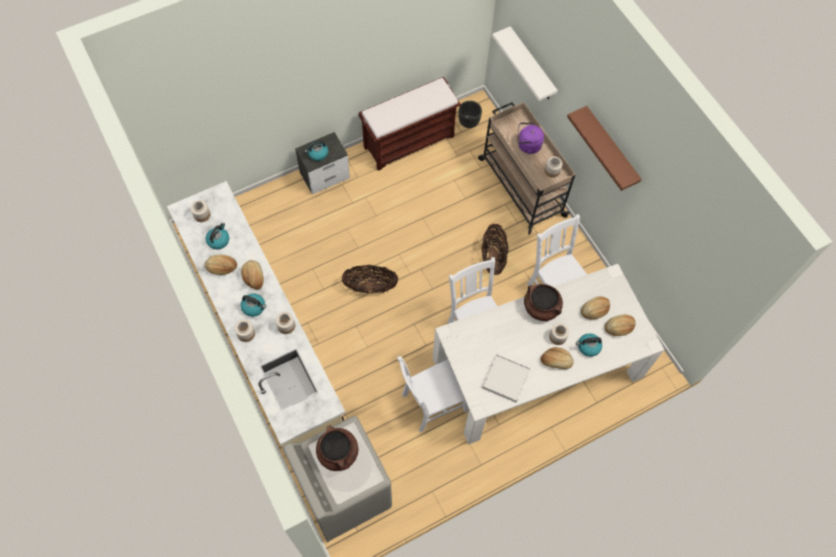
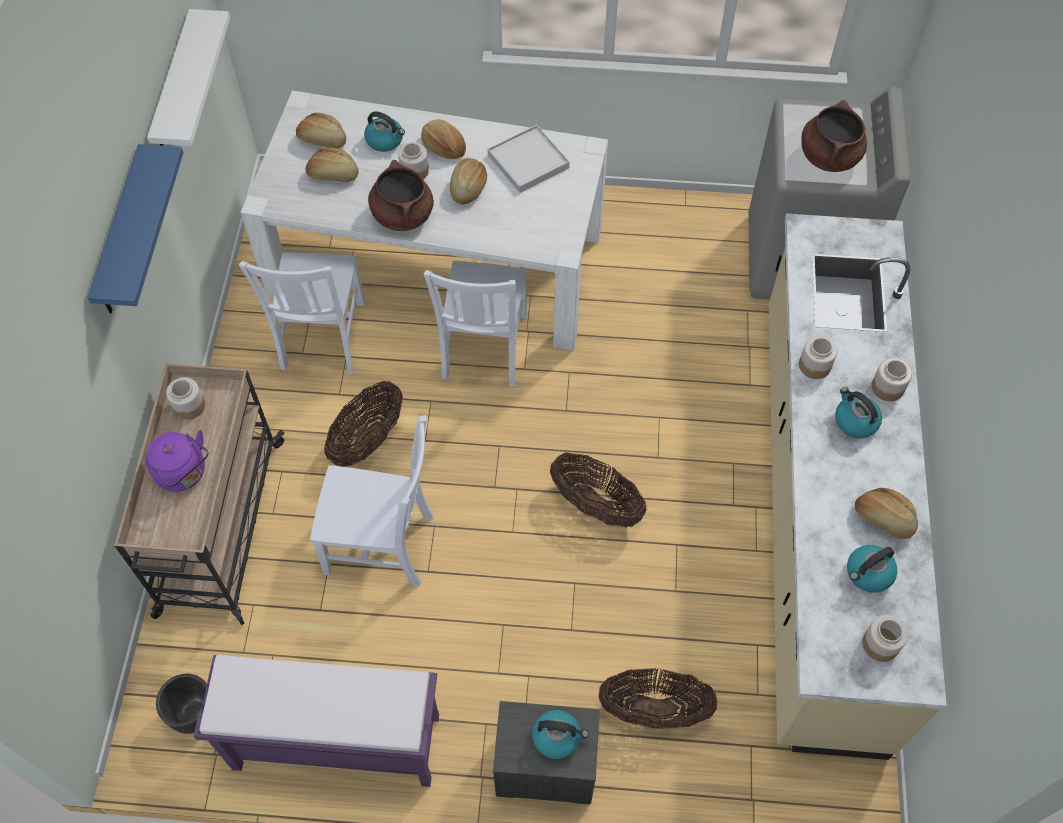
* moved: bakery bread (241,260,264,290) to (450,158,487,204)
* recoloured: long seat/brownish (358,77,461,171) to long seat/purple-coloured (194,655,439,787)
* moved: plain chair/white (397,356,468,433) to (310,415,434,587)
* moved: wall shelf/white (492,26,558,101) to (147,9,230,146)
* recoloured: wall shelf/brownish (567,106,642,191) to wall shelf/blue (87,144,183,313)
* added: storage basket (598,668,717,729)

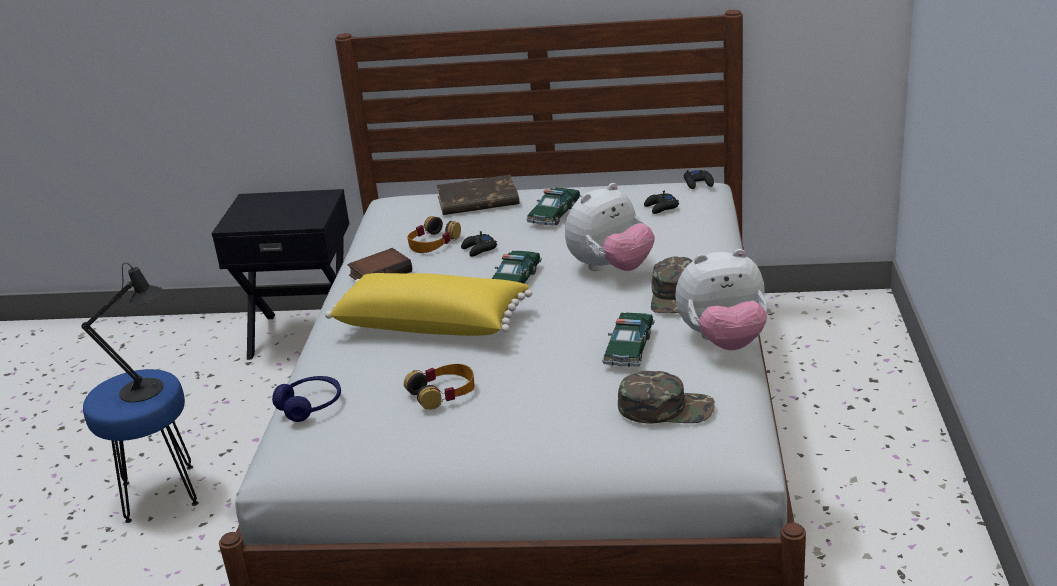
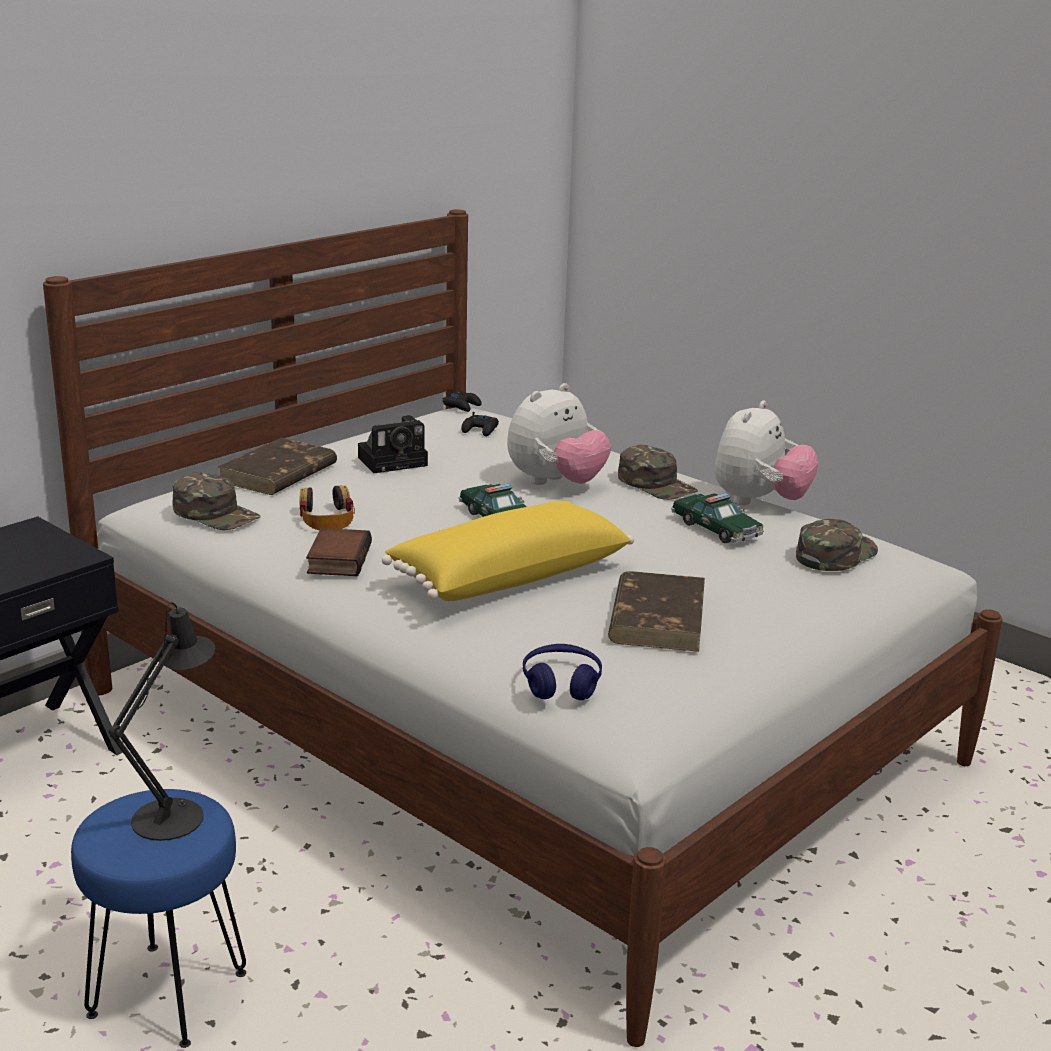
* replaced: pair of headphones (404,364,475,410) to book/brownish (608,571,705,652)
* removed: joypad/blackish (461,231,497,257)
* replaced: toy car (526,188,581,226) to still camera (358,415,428,473)
* turned: soft toy (565,183,655,271) = (507,383,611,485) 45 degrees clockwise
* added: peaked cap/green (172,473,261,530)

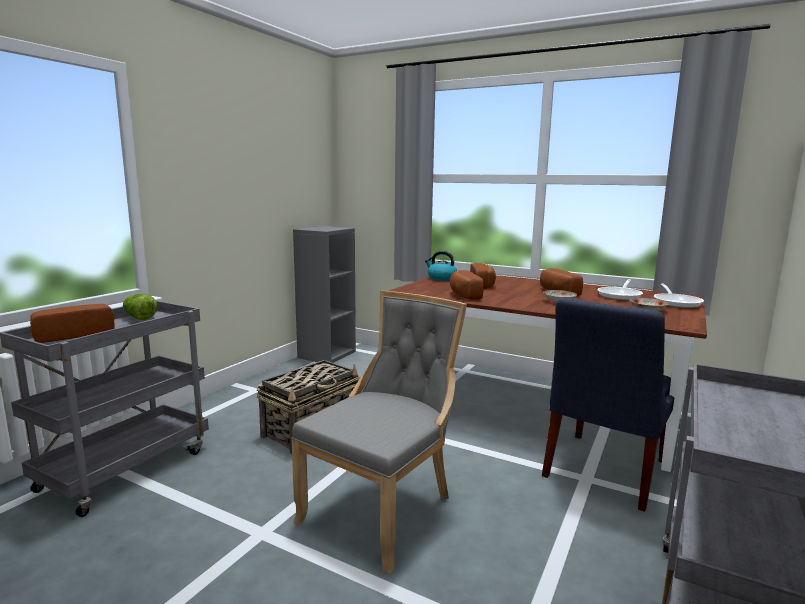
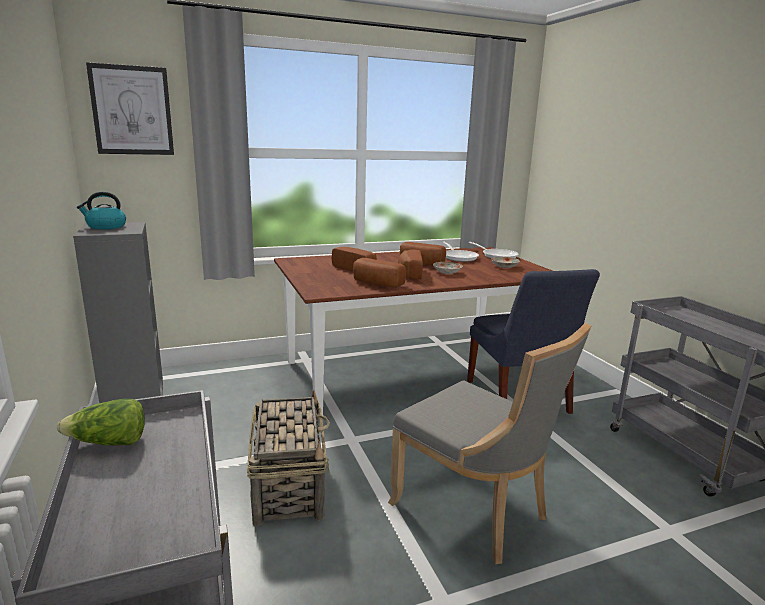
* moved: bakery bread (30,304,115,343) to (398,250,423,280)
* turned: plain chair/gray (291,291,467,574) = (388,323,591,564) 150 degrees clockwise
* moved: tea kettle (425,251,457,281) to (77,192,126,229)
* added: wall art (86,62,174,155)

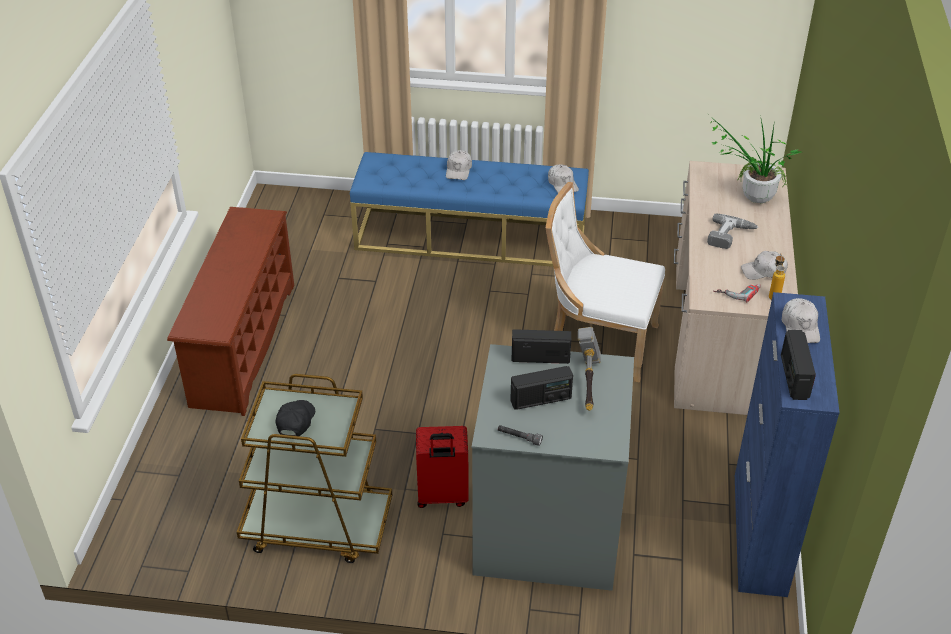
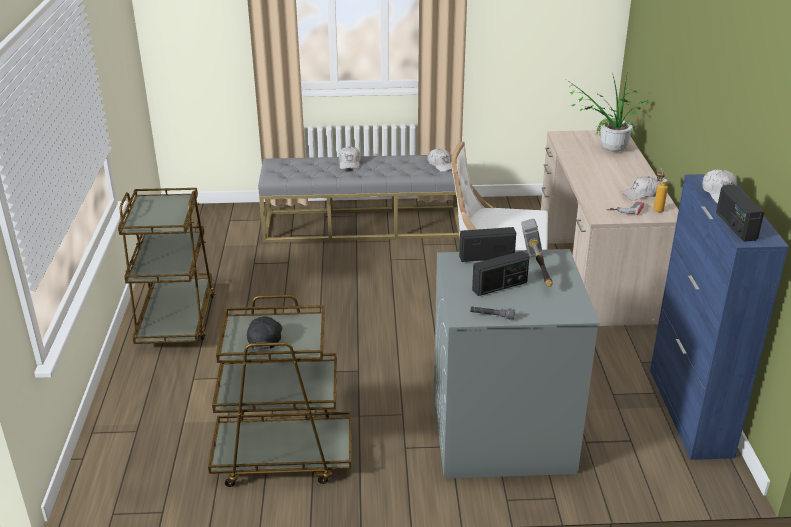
* replaced: shoe stand/brownish (167,207,294,416) to trolley/brownish (118,188,215,344)
* recoloured: long seat/blue (350,152,589,267) to long seat/gray (258,155,460,242)
* removed: travel case/red (416,426,469,508)
* removed: power drill (707,214,758,249)

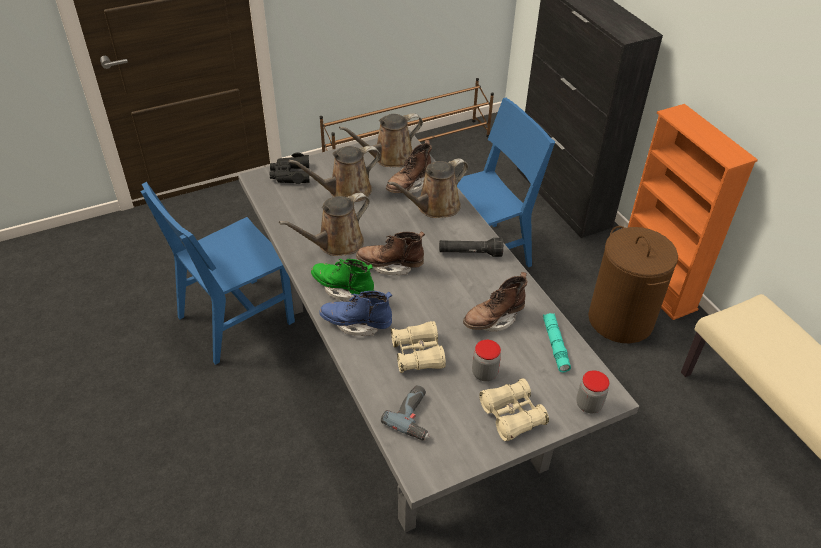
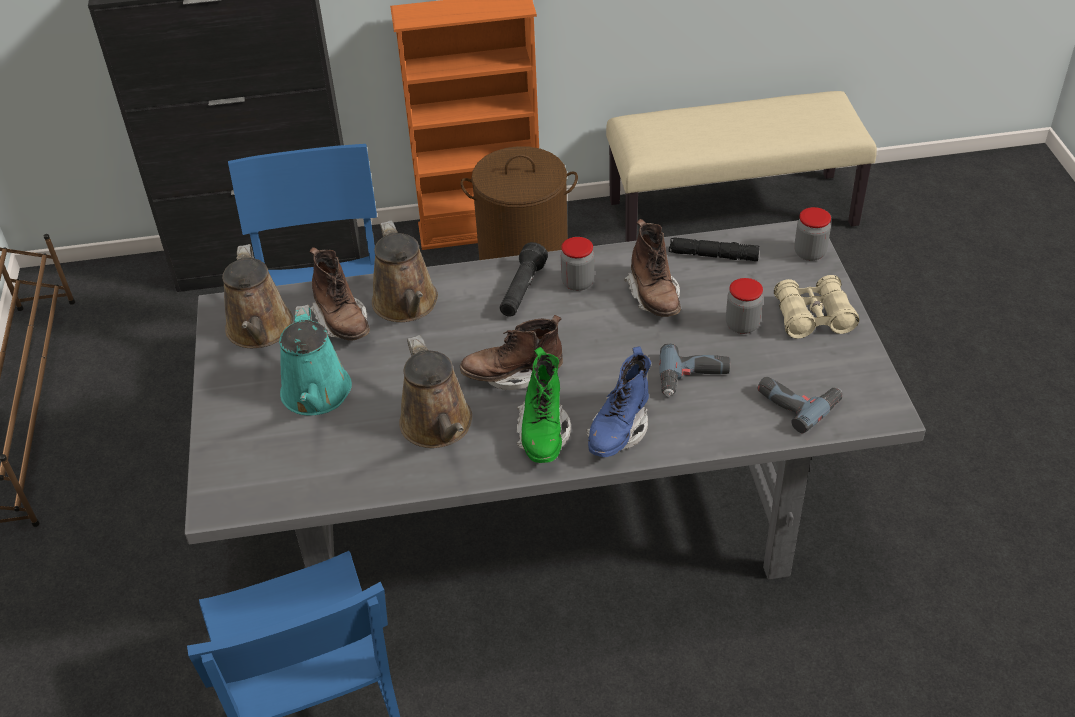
* removed: binoculars/blackish (270,153,309,184)
* recoloured: watering pot/brownish (289,146,380,202) to watering pot/blue-green (279,305,352,415)
* turned: high-top boot/green (311,259,374,302) = (517,347,571,463) 45 degrees counterclockwise
* turned: high-top boot/brownish (356,231,425,275) = (460,315,563,390) 60 degrees clockwise
* replaced: binoculars/beige (391,321,446,373) to power drill (659,343,730,397)
* recoloured: torch/blue-green (543,313,571,372) to torch/blackish (669,237,760,261)
* added: jar (561,237,594,291)

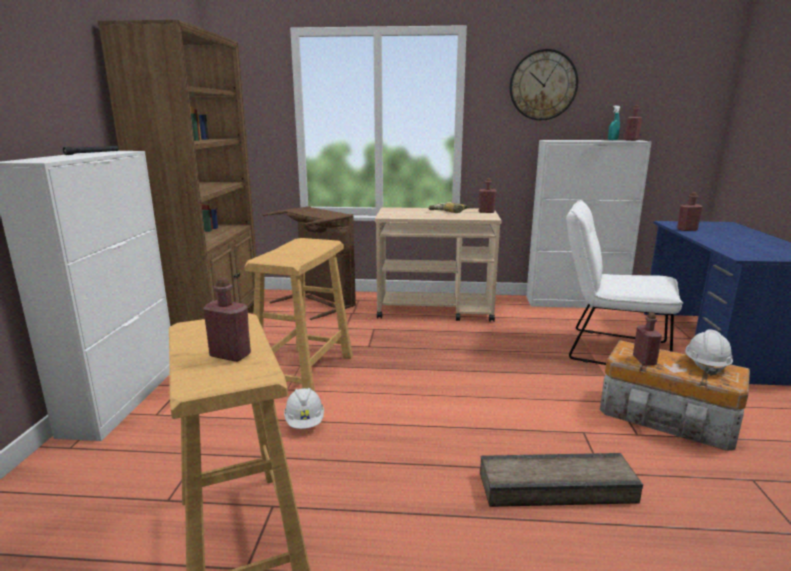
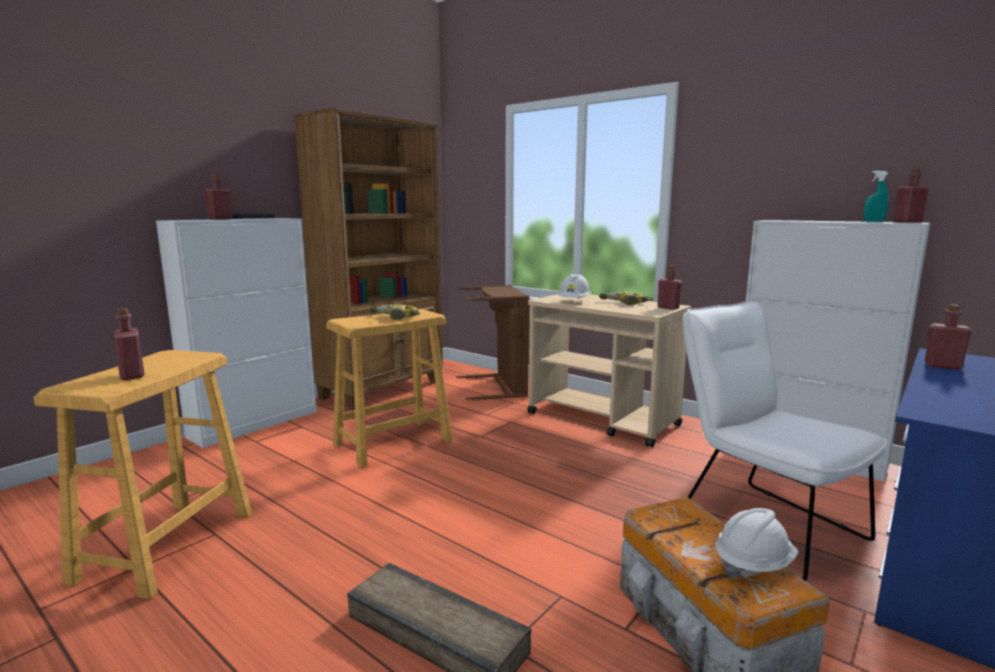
* moved: hard hat/white (284,388,324,429) to (558,274,591,299)
* removed: hanging clock (510,49,578,120)
* moved: bottle/red (633,313,662,366) to (204,174,232,220)
* added: power drill (369,304,420,320)

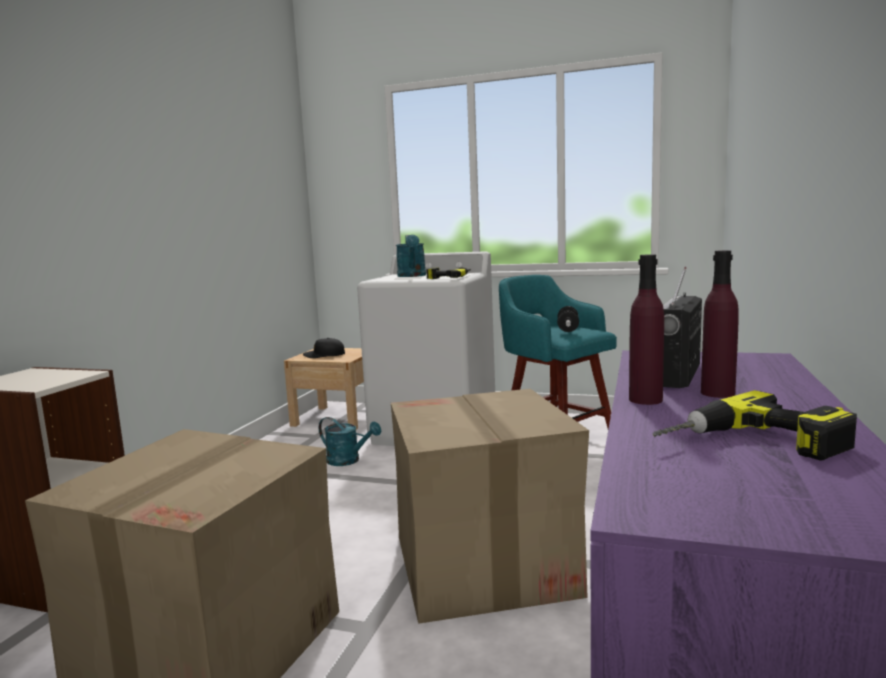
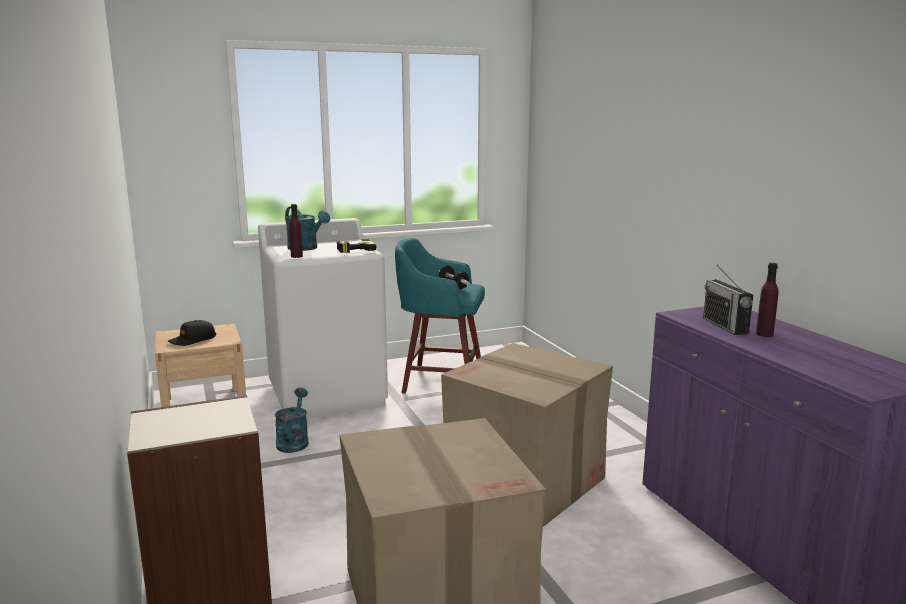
* turned: watering pot/blue-green (319,417,381,466) = (275,388,309,453) 75 degrees counterclockwise
* moved: bottle/purple-coloured (629,254,664,405) to (289,204,303,258)
* removed: power drill (652,390,857,461)

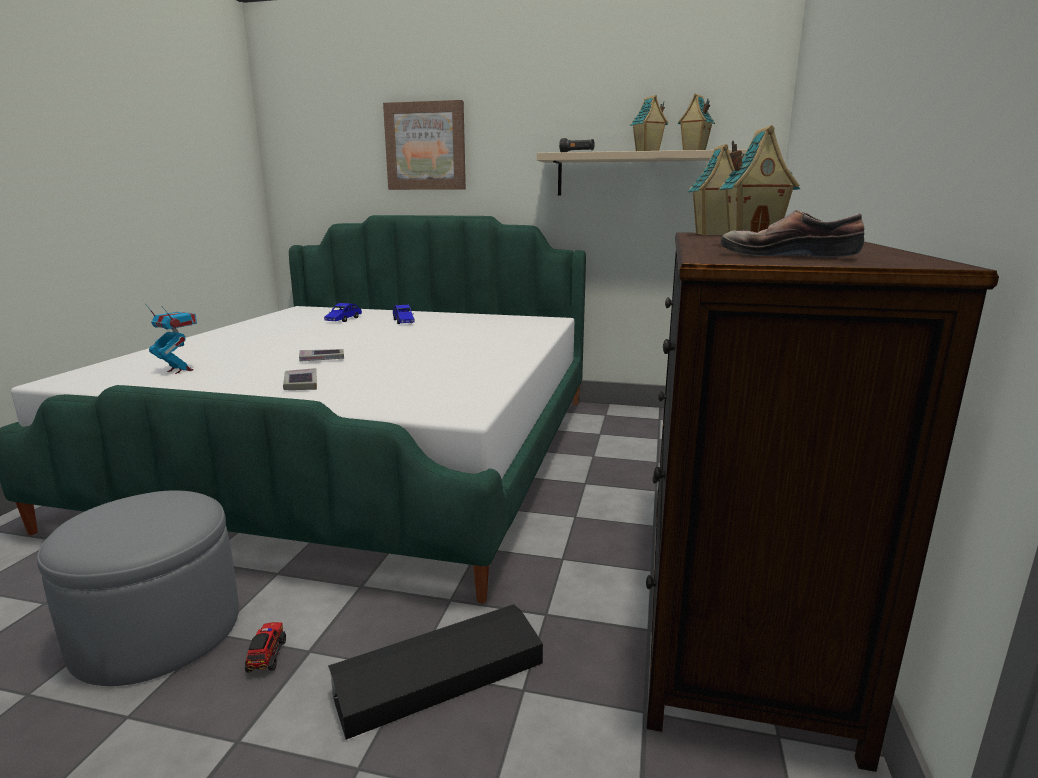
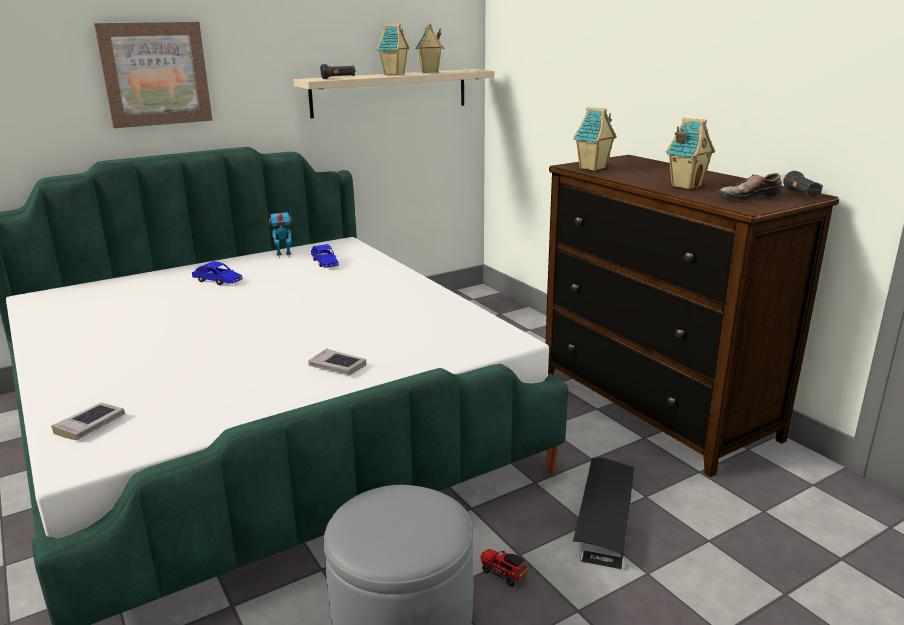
* moved: model robot (145,303,197,374) to (269,212,292,258)
* moved: book (299,349,344,362) to (51,402,125,440)
* moved: toy car/blue (324,303,362,322) to (311,244,339,268)
* added: torch/blackish (783,171,823,197)

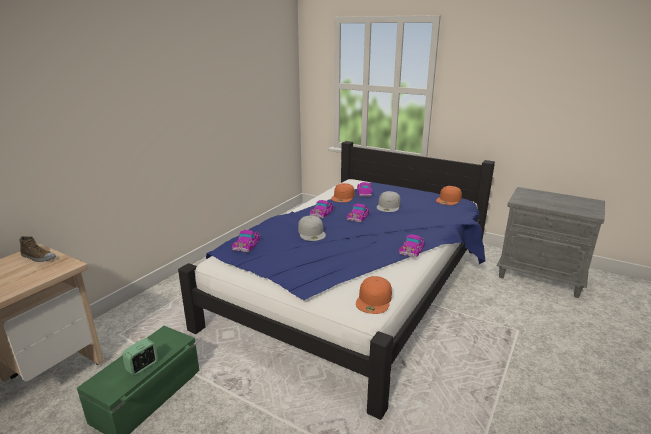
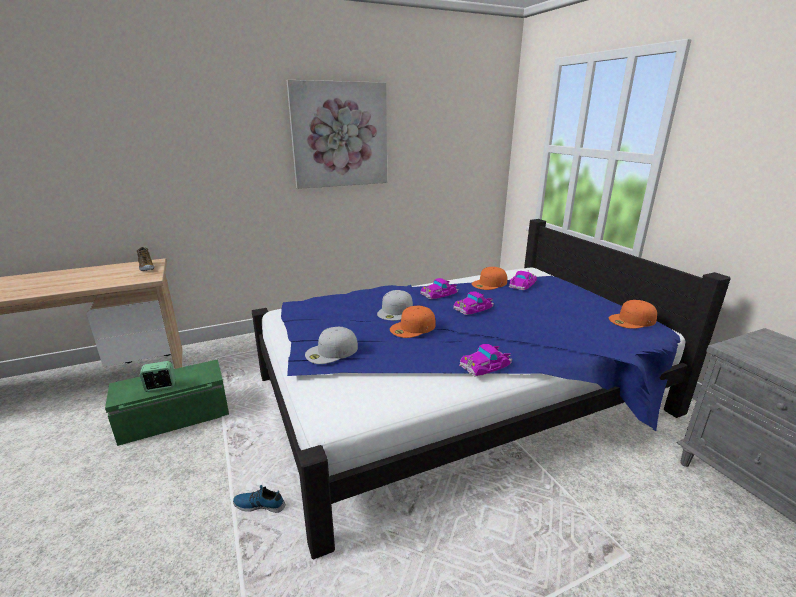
* removed: toy car (232,230,260,252)
* moved: peaked cap/orange-coloured (356,276,392,314) to (390,306,436,338)
* moved: peaked cap/white (377,191,401,212) to (305,327,358,364)
* added: shoe (233,485,285,513)
* added: wall art (287,80,387,189)

